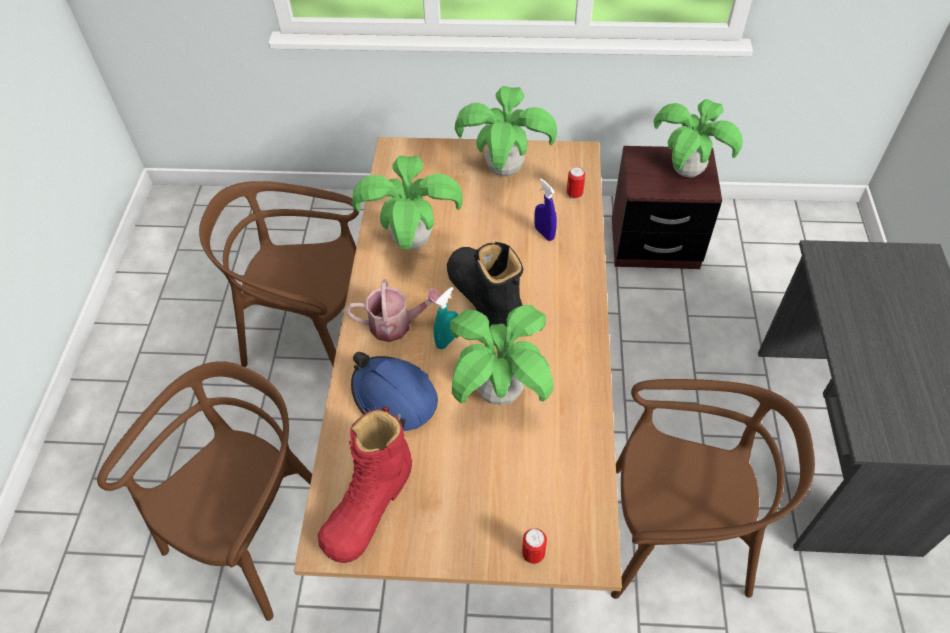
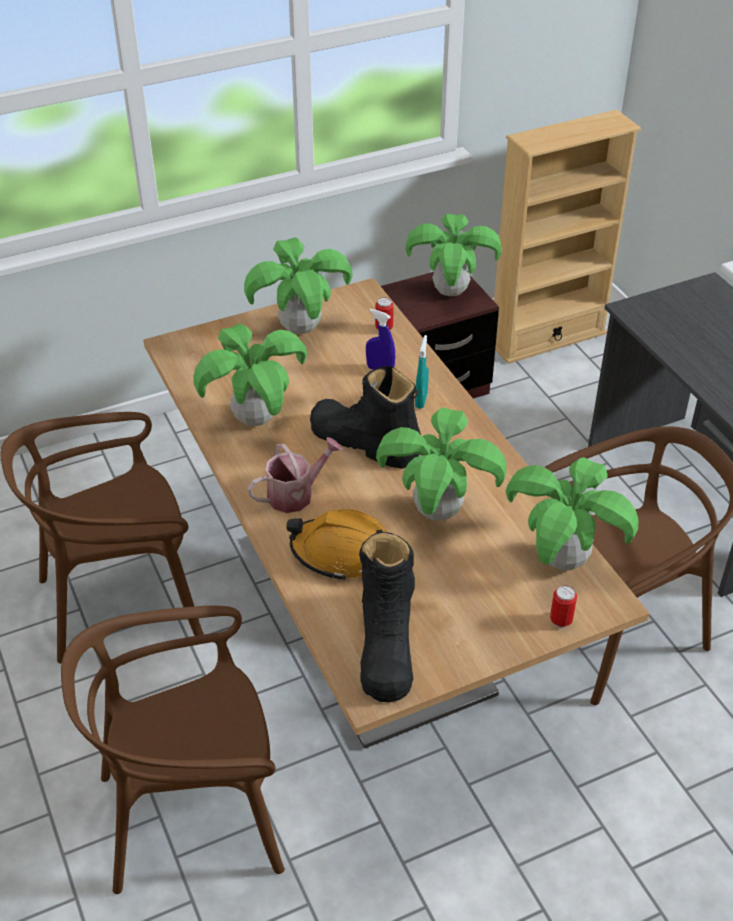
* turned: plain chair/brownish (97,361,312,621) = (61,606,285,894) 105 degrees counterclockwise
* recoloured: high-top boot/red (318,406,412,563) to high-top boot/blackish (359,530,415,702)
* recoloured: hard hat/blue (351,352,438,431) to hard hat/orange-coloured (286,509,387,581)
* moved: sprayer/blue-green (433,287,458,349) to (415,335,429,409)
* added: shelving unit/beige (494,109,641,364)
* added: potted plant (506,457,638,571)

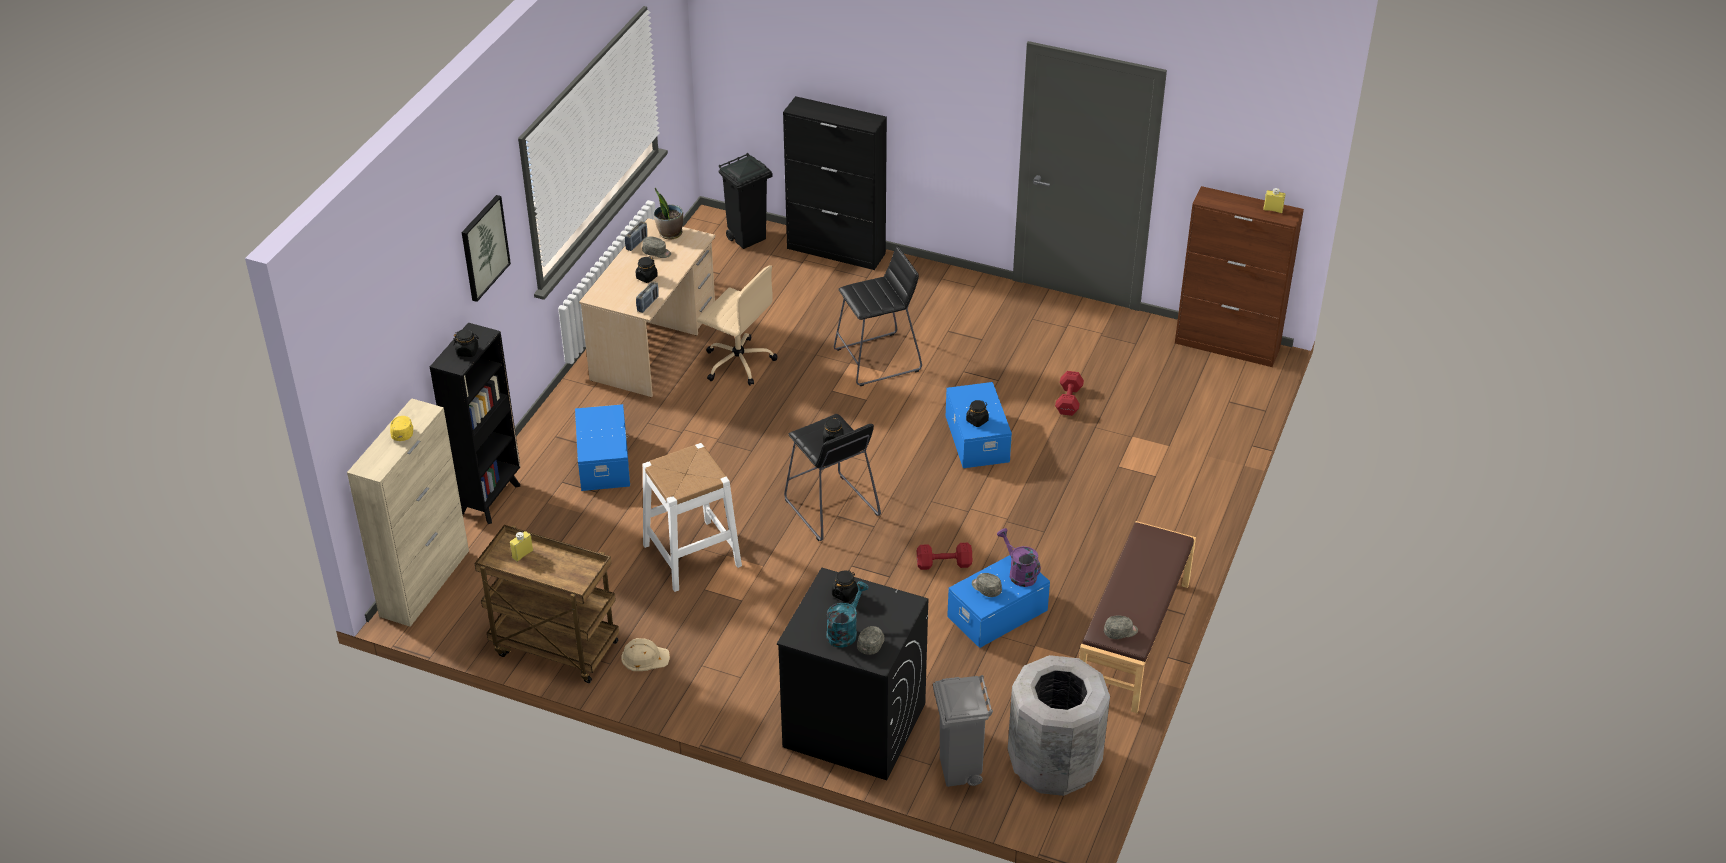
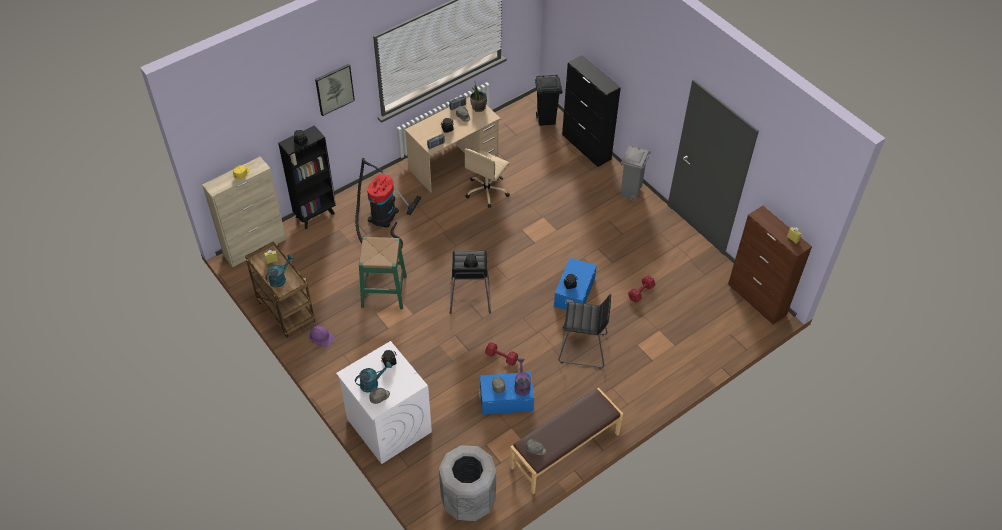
* replaced: storage container/blue (575,404,630,491) to hoover (355,158,421,249)
* recoloured: hard hat/beige (621,638,670,671) to hard hat/purple-coloured (309,325,335,347)
* recoloured: stool seat/white (642,443,742,592) to stool seat/green (359,237,407,309)
* turned: desk chair/beige (697,265,778,386) = (464,149,510,208) 60 degrees clockwise
* recoloured: washing machine/blackish (777,568,928,780) to washing machine/white (336,341,432,464)
* moved: stool seat/blackish (834,246,922,386) to (558,294,611,369)
* moved: trash can/gray (933,675,993,787) to (620,145,651,201)
* added: watering pot/blue-green (266,254,294,288)

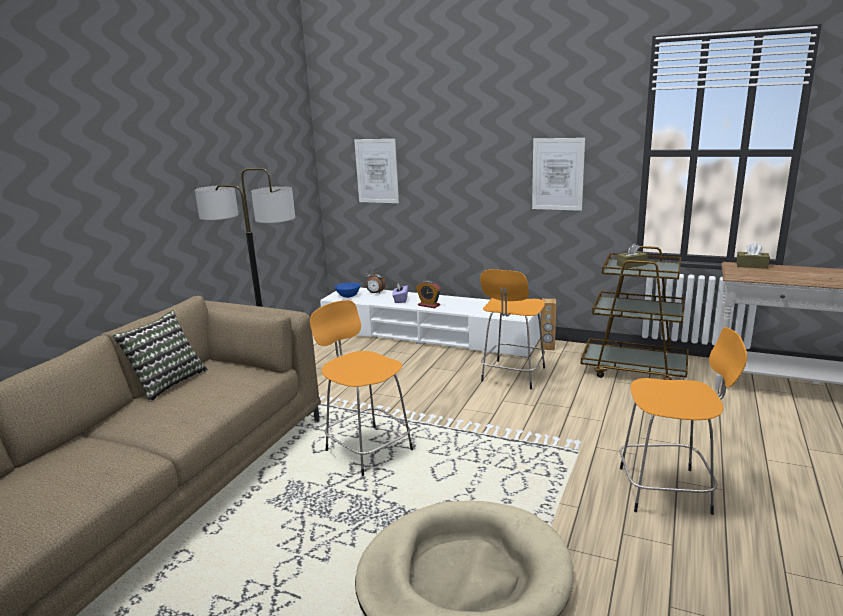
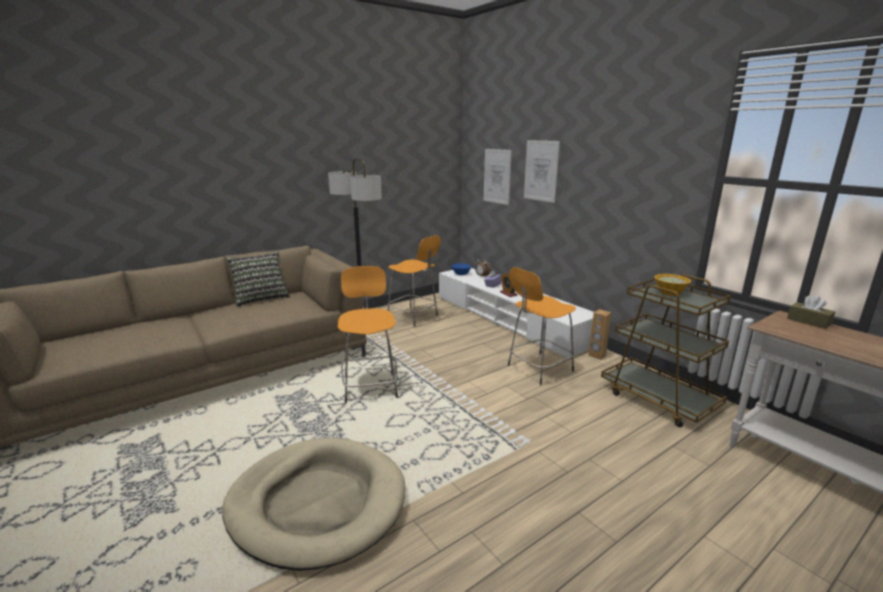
* moved: wall art (532,138,585,211) to (524,140,560,203)
* replaced: tissue box/brownish (617,244,648,268) to bowl (655,274,691,296)
* moved: stool seat/orange-coloured (620,327,747,515) to (387,235,441,326)

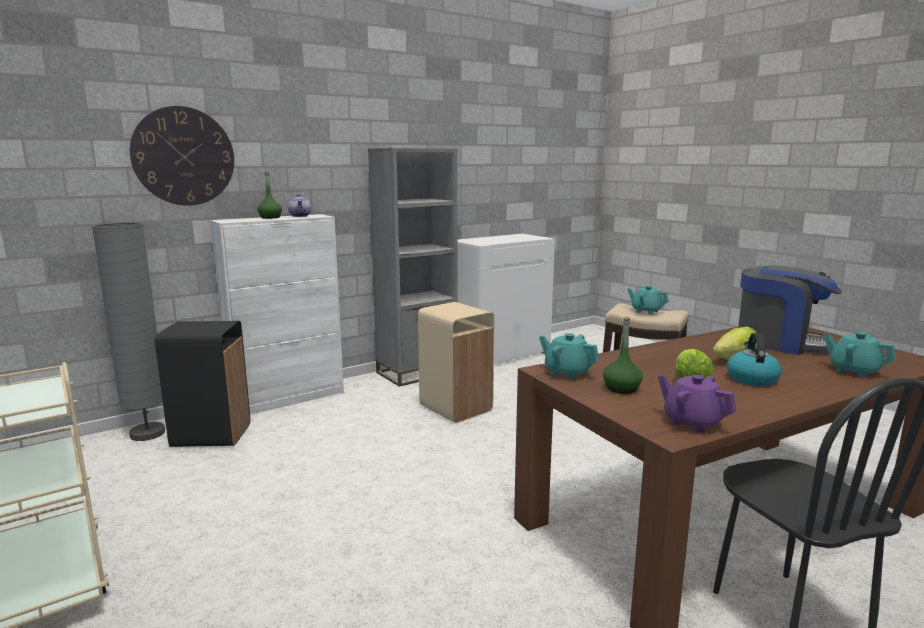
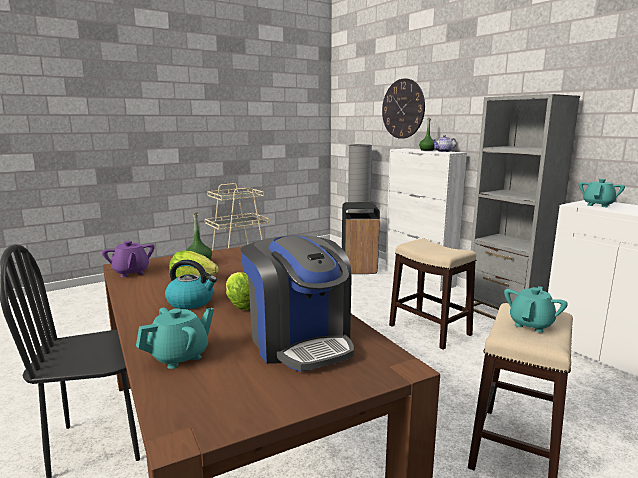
* replaced: trash can/beige (418,302,494,423) to stool seat (389,239,477,350)
* moved: teapot/blue-green (539,333,599,379) to (579,179,625,207)
* turned: teapot/purple-coloured (658,375,737,433) = (102,241,155,277) 105 degrees clockwise
* turned: coffee brewer (738,265,842,355) = (240,235,354,372) 60 degrees counterclockwise

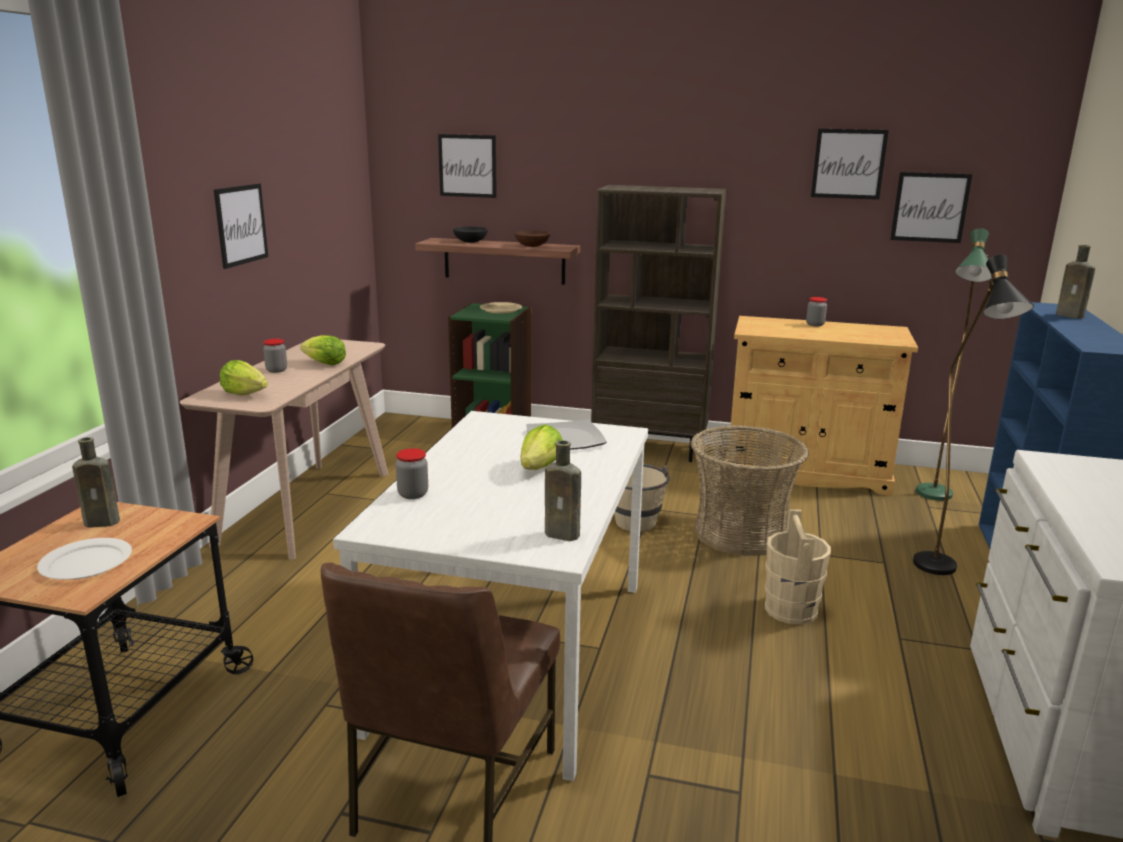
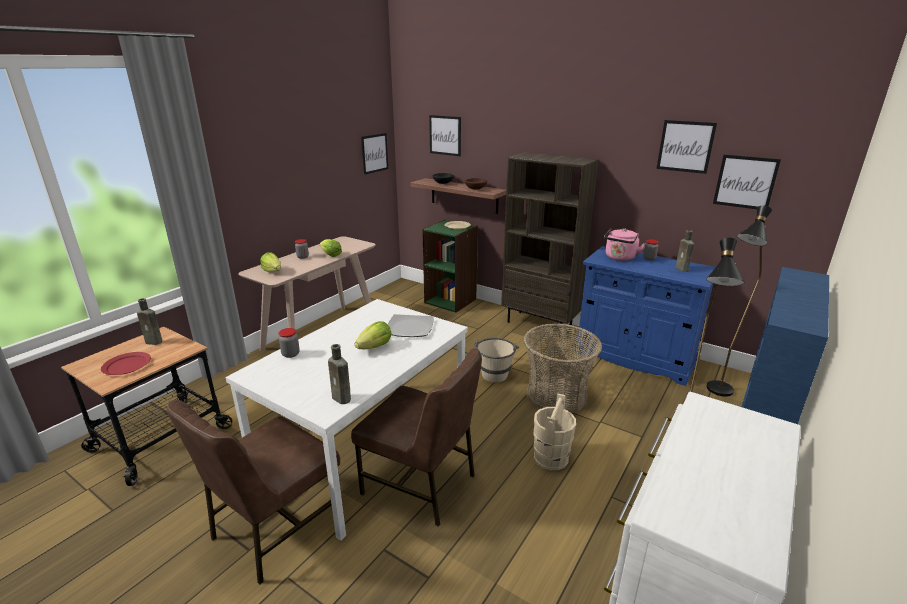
* recoloured: flat dish/white (37,538,132,579) to flat dish/red (101,352,151,375)
* moved: wall art (214,184,268,269) to (361,133,388,175)
* recoloured: storage cabinet/beige (724,316,918,496) to storage cabinet/blue (574,246,715,386)
* recoloured: standing lamp/green (916,228,992,501) to standing lamp/blackish (706,205,772,397)
* moved: bottle/brownish (1056,245,1095,319) to (675,230,694,272)
* added: plain chair/brownish (351,348,482,527)
* added: tea kettle/pink (604,229,646,261)

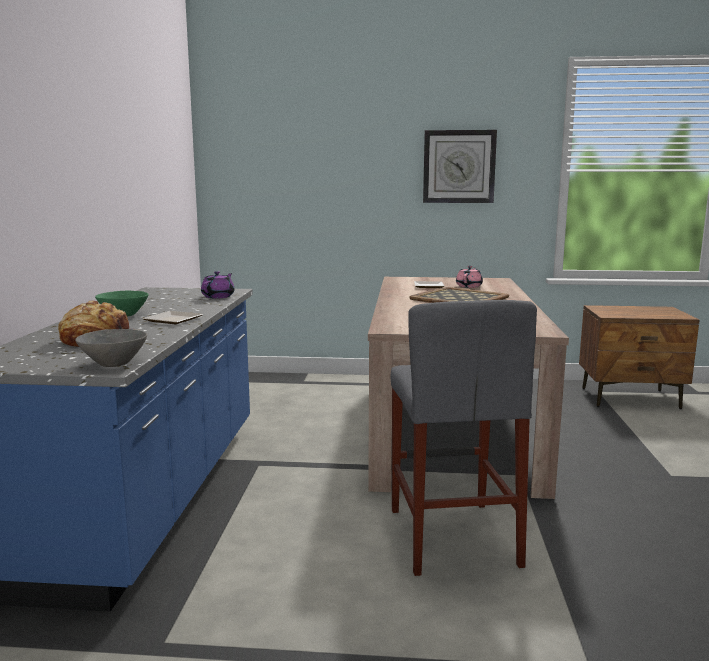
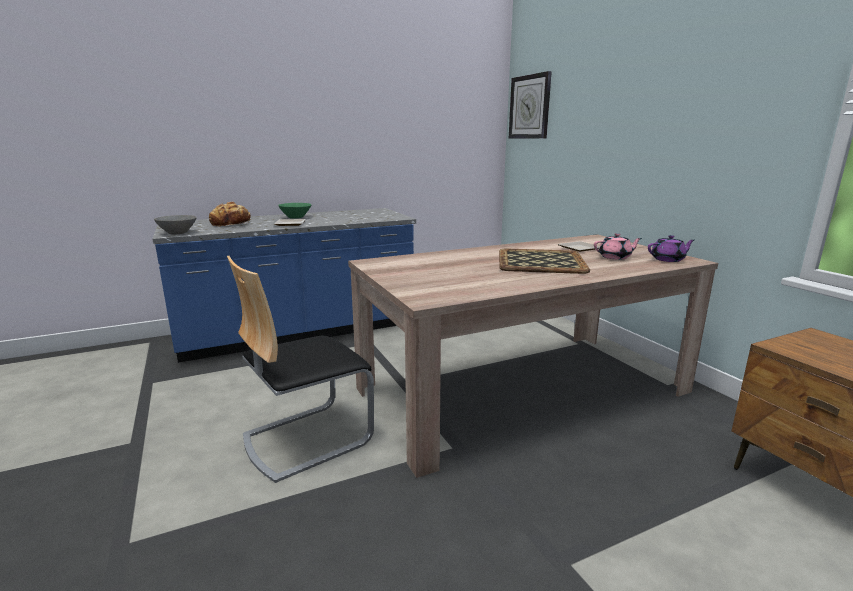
* moved: teapot/purple-coloured (201,271,235,299) to (648,235,694,262)
* replaced: stool seat/gray (391,300,537,576) to plain chair (227,256,374,483)
* moved: hanging clock (423,130,497,203) to (509,71,552,138)

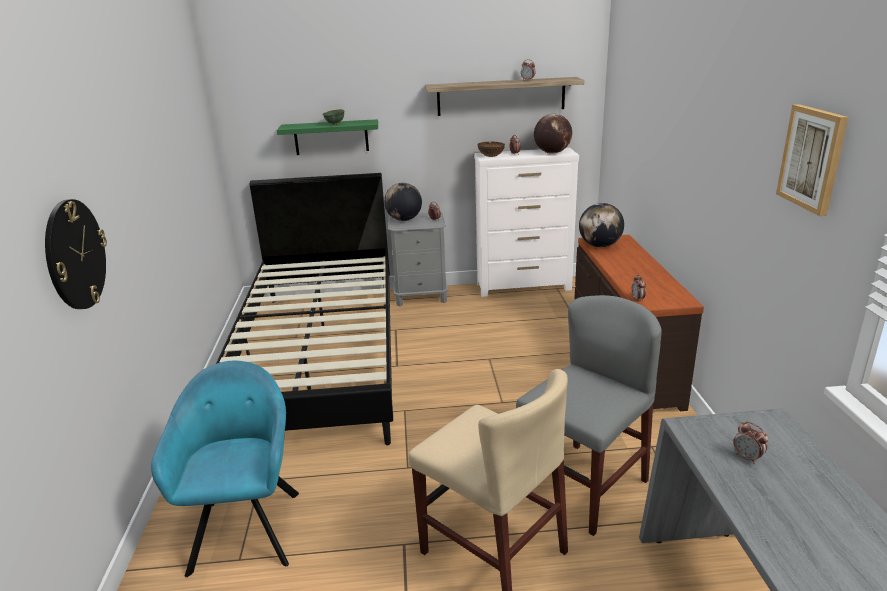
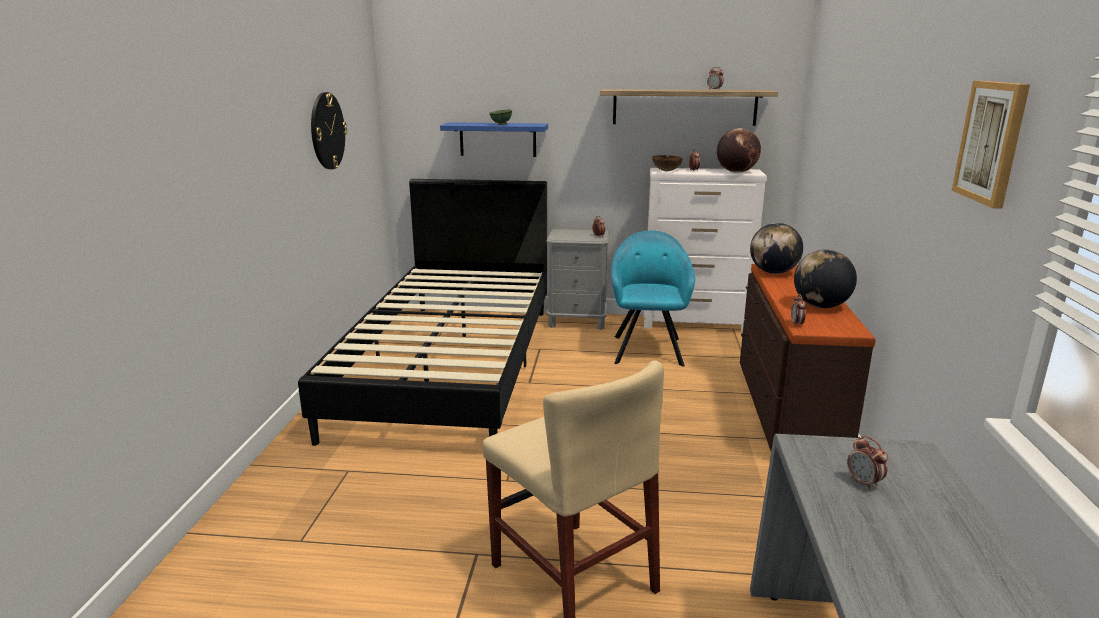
* moved: hanging clock (45,199,107,309) to (311,92,347,169)
* moved: easy chair/blue-green (151,361,299,577) to (611,230,695,366)
* recoloured: wall shelf/green (277,119,378,155) to wall shelf/blue (440,122,548,157)
* moved: globe (384,183,422,221) to (794,250,857,308)
* removed: plain chair/gray (516,295,662,536)

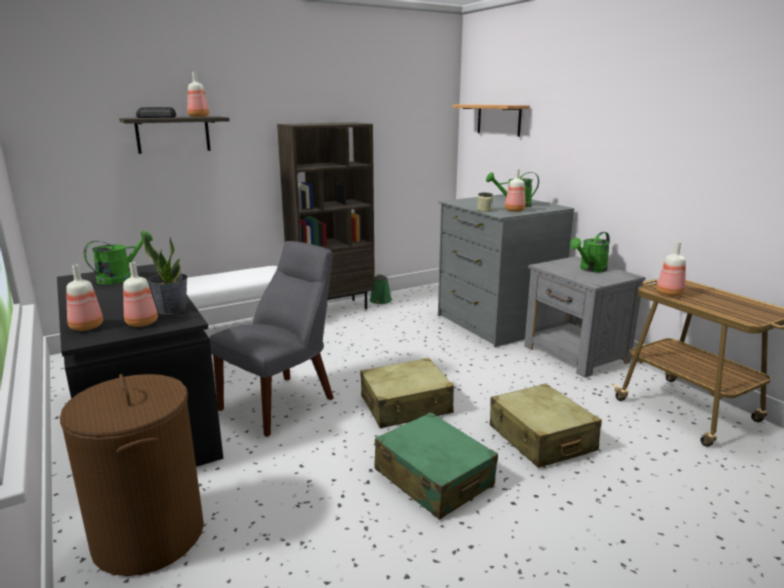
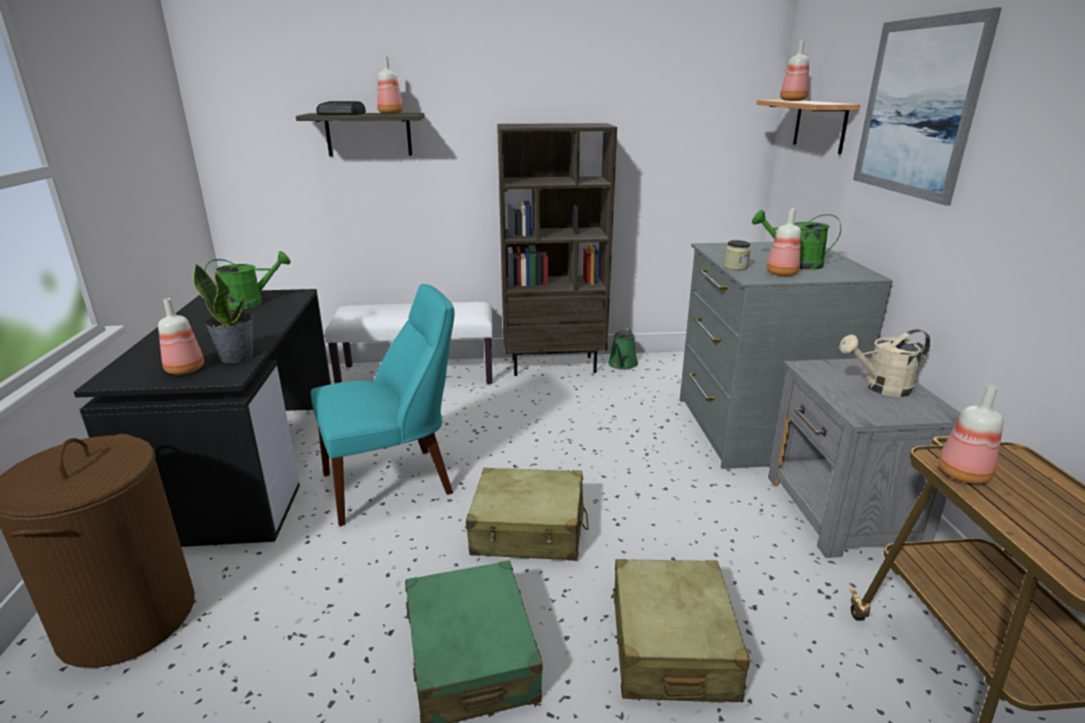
* moved: bottle (66,265,103,331) to (780,40,809,101)
* recoloured: plain chair/gray (209,241,334,437) to plain chair/blue-green (310,284,455,526)
* recoloured: watering pot/green (570,232,610,272) to watering pot/beige (839,329,931,397)
* added: wall art (853,7,1002,206)

